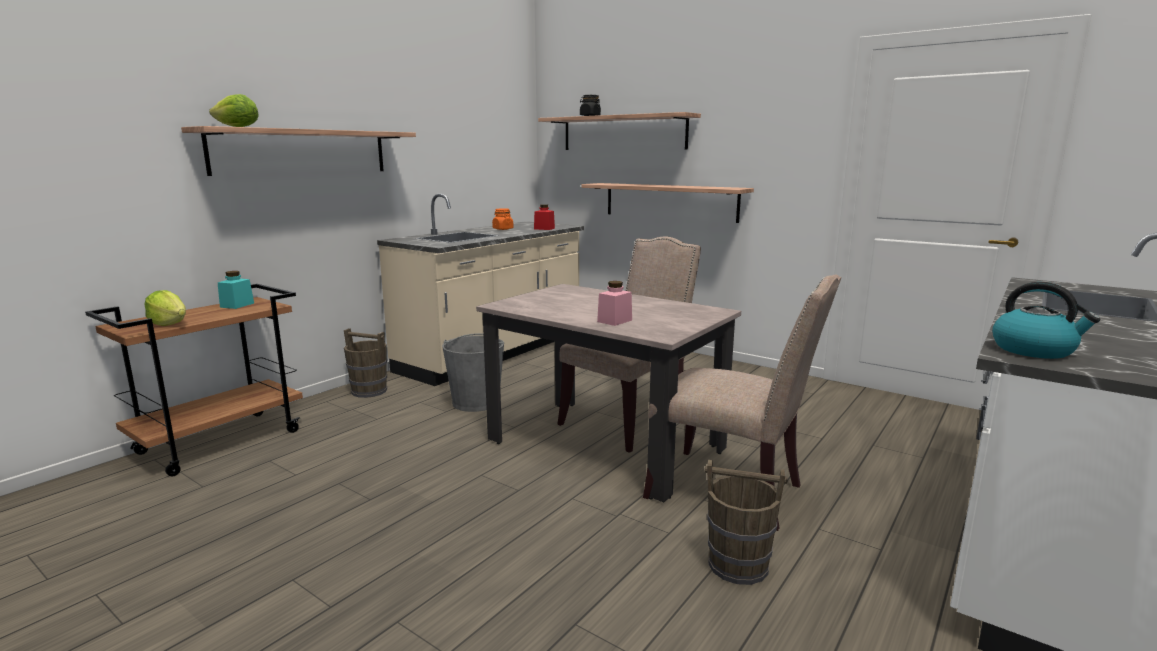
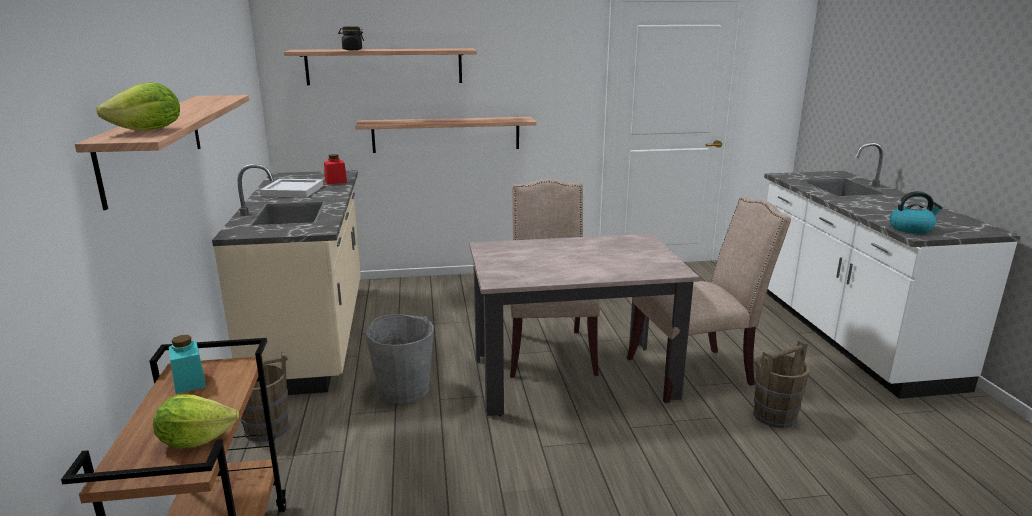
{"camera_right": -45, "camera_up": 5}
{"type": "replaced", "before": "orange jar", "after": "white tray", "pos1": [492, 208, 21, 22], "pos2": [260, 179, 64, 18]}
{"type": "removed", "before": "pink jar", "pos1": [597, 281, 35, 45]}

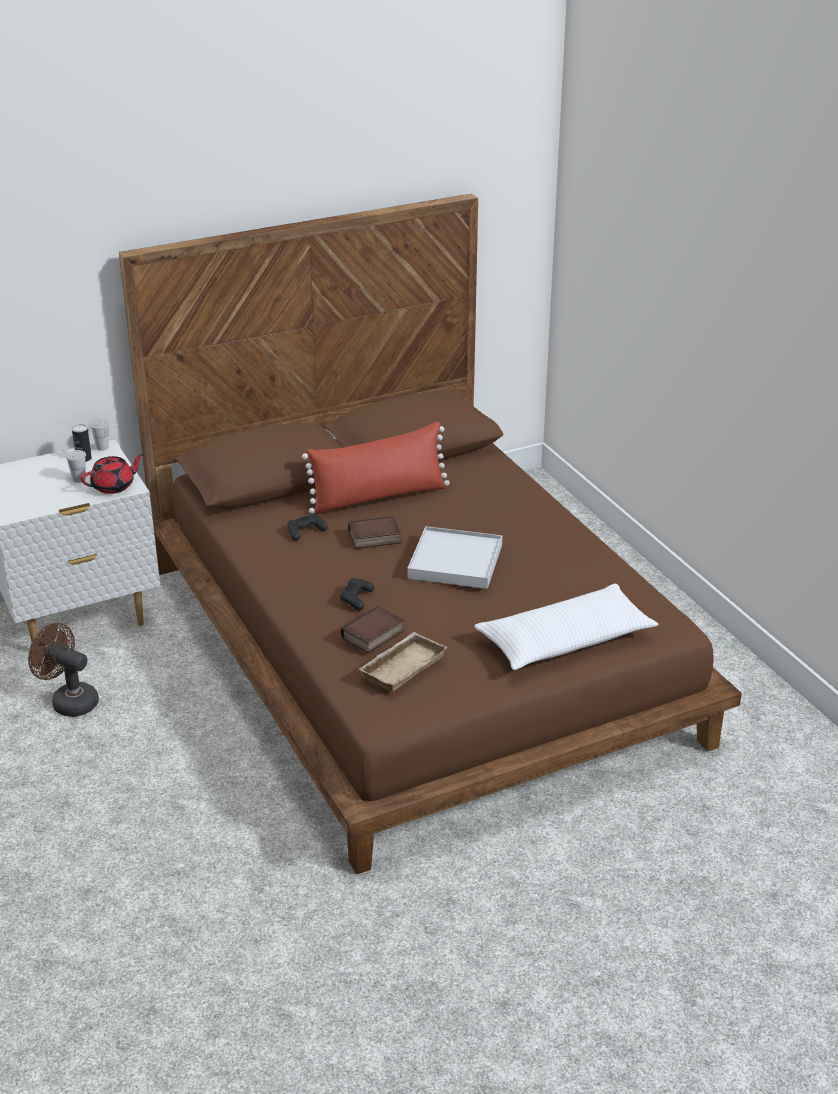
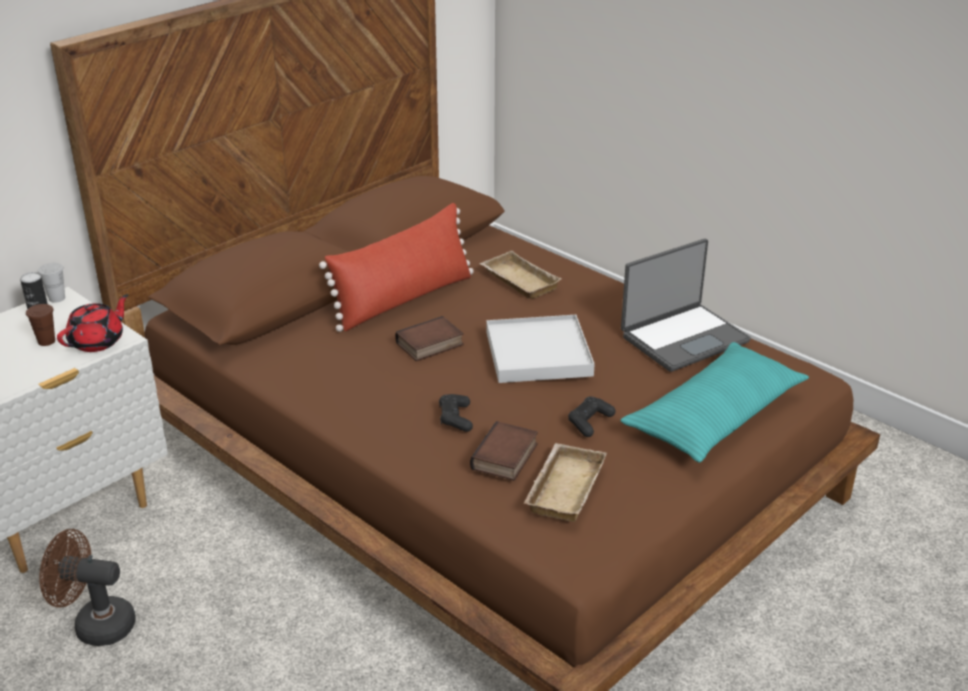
{"camera_right": -20, "camera_up": 0}
{"type": "recoloured", "before": "white cup", "after": "brown cup", "pos1": [65, 450, 21, 33], "pos2": [26, 304, 29, 42]}
{"type": "added", "after": "beige tray", "pos2": [480, 251, 82, 48]}
{"type": "moved", "before": "black game controller", "pos1": [287, 513, 41, 28], "pos2": [568, 396, 47, 41]}
{"type": "recoloured", "before": "white pillow", "after": "turquoise pillow", "pos1": [474, 584, 185, 86], "pos2": [620, 342, 189, 120]}
{"type": "added", "after": "laptop", "pos2": [621, 239, 130, 133]}

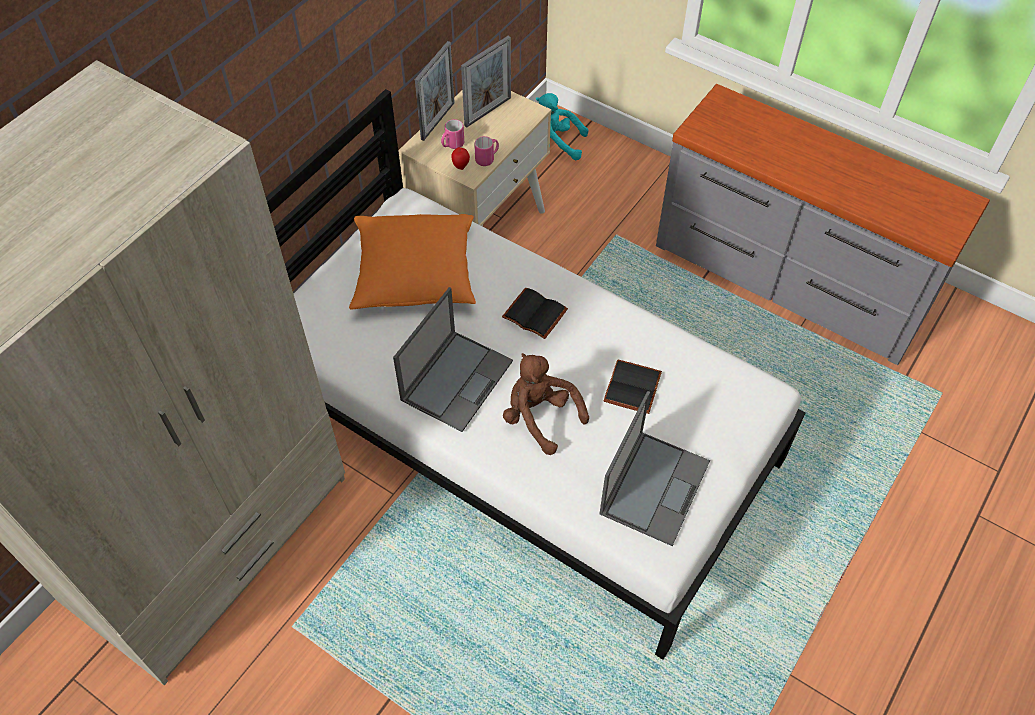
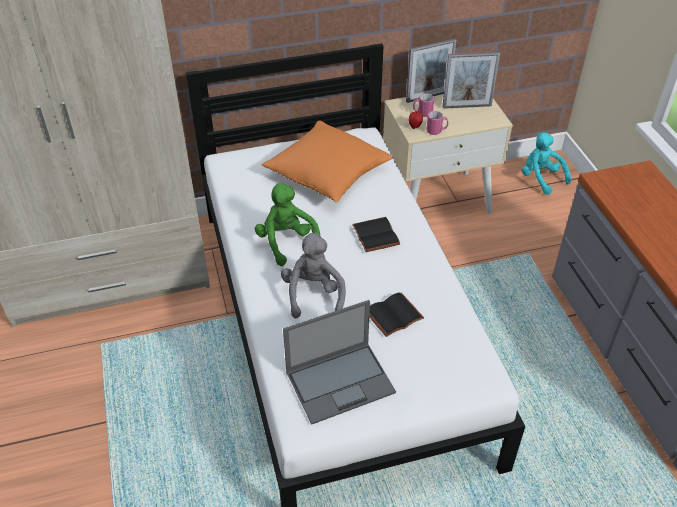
{"camera_right": 40, "camera_up": -10}
{"type": "replaced", "before": "laptop", "after": "green plush toy", "pos1": [393, 287, 120, 145], "pos2": [254, 183, 67, 83]}
{"type": "recoloured", "before": "brown plush toy", "after": "grey plush toy", "pos1": [503, 353, 86, 102], "pos2": [281, 232, 65, 87]}

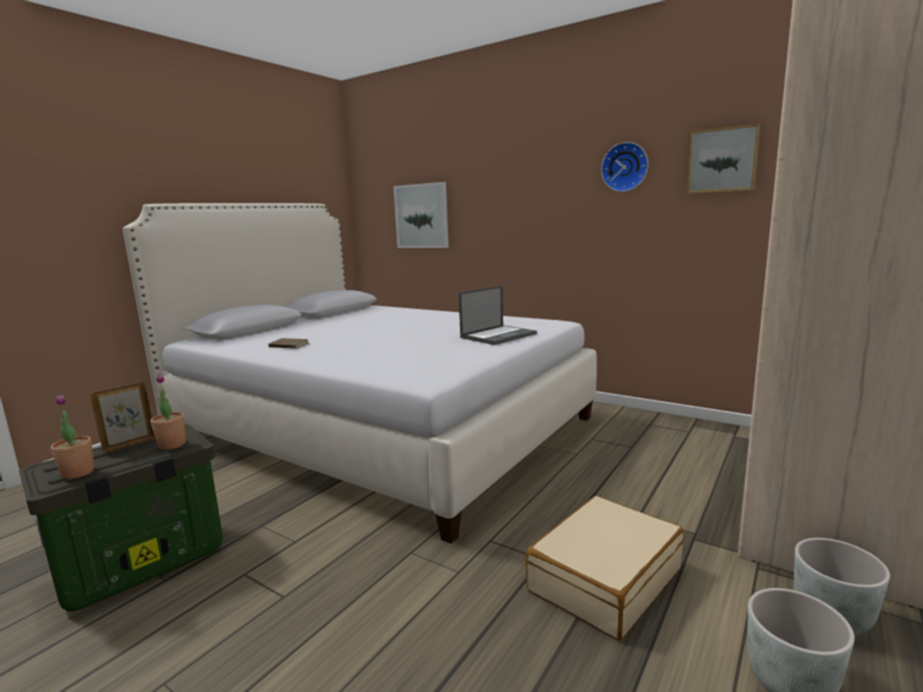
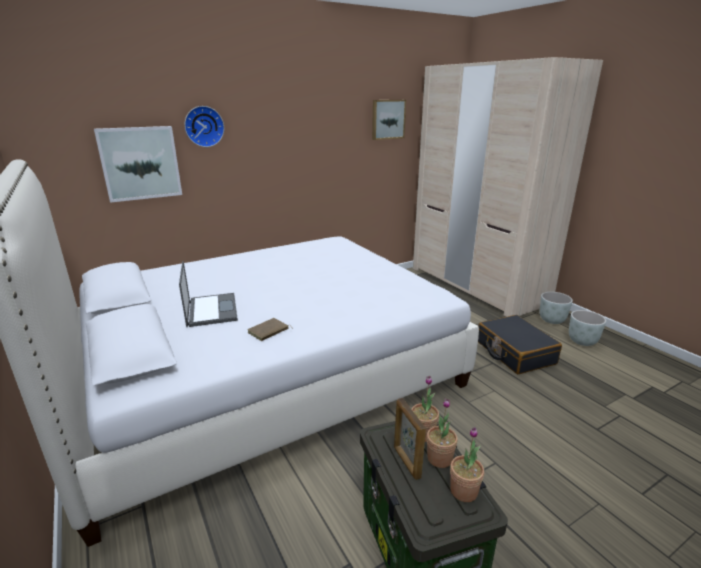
{"camera_right": -65, "camera_up": 10}
{"type": "moved", "before": "laptop", "pos1": [459, 286, 78, 59], "pos2": [179, 261, 59, 66]}
{"type": "moved", "before": "wall clock", "pos1": [601, 142, 47, 50], "pos2": [184, 106, 40, 41]}
{"type": "added", "after": "potted plant", "pos2": [427, 398, 31, 70]}
{"type": "recoloured", "before": "beige suitcase", "after": "black suitcase", "pos1": [526, 496, 158, 144], "pos2": [478, 315, 84, 59]}

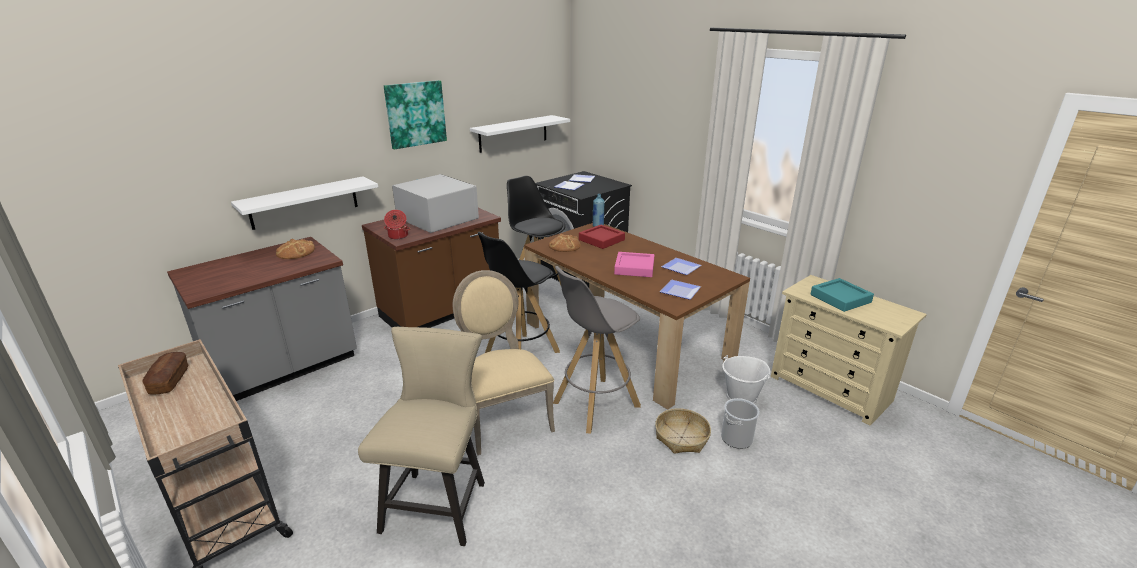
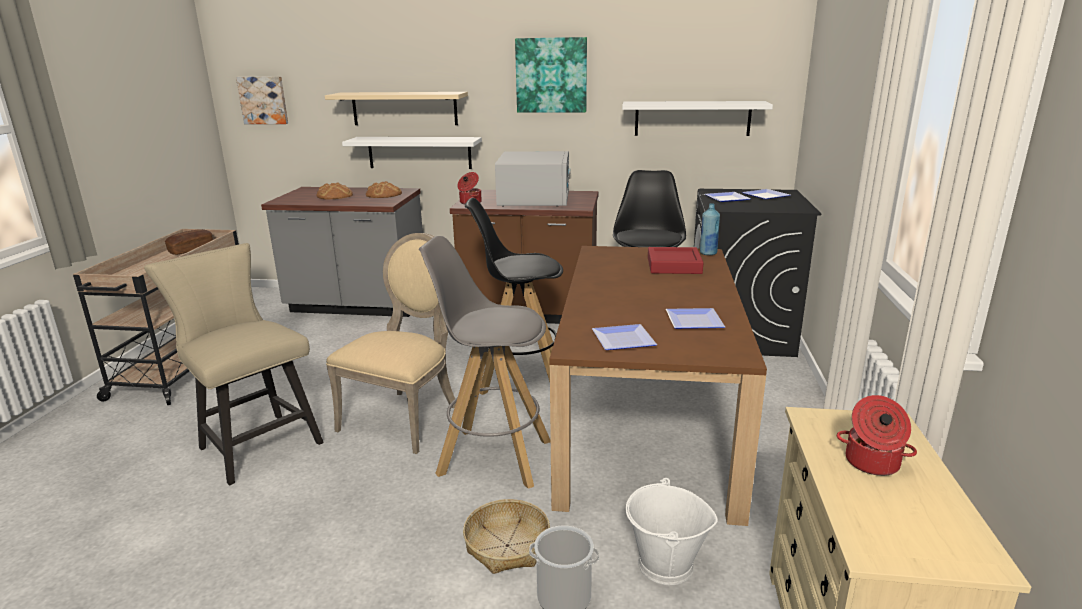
{"camera_right": 50, "camera_up": -5}
{"type": "turned", "before": "beige chair", "pos1": [358, 327, 127, 219], "pos2": [144, 243, 180, 243], "turn": -105}
{"type": "added", "after": "picture", "pos2": [236, 76, 52, 48]}
{"type": "moved", "before": "bread", "pos1": [548, 234, 33, 18], "pos2": [317, 183, 36, 16]}
{"type": "added", "after": "beige shelf", "pos2": [325, 92, 143, 33]}
{"type": "replaced", "before": "turquoise tray", "after": "cooking pot", "pos1": [810, 278, 64, 34], "pos2": [837, 395, 80, 81]}
{"type": "removed", "before": "pink tray", "pos1": [614, 252, 40, 25]}

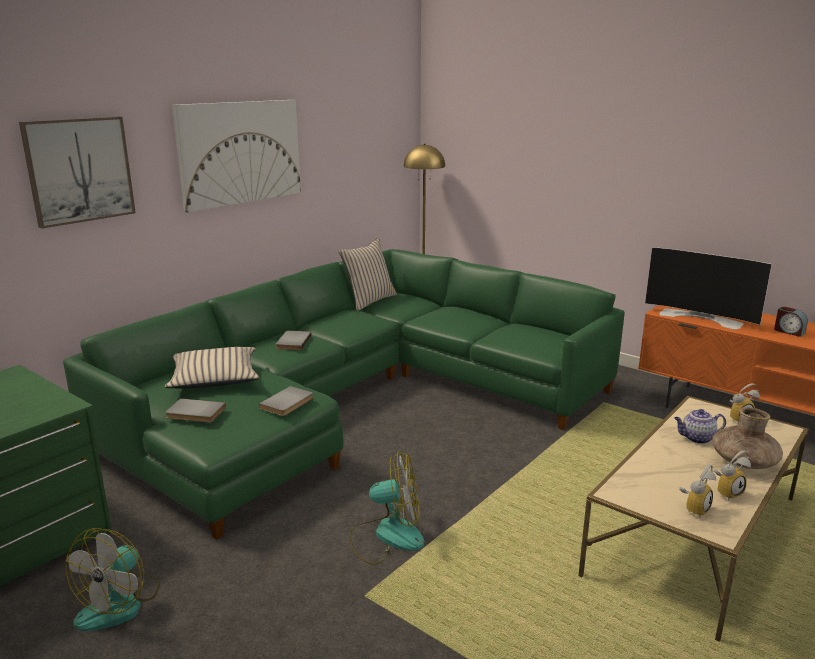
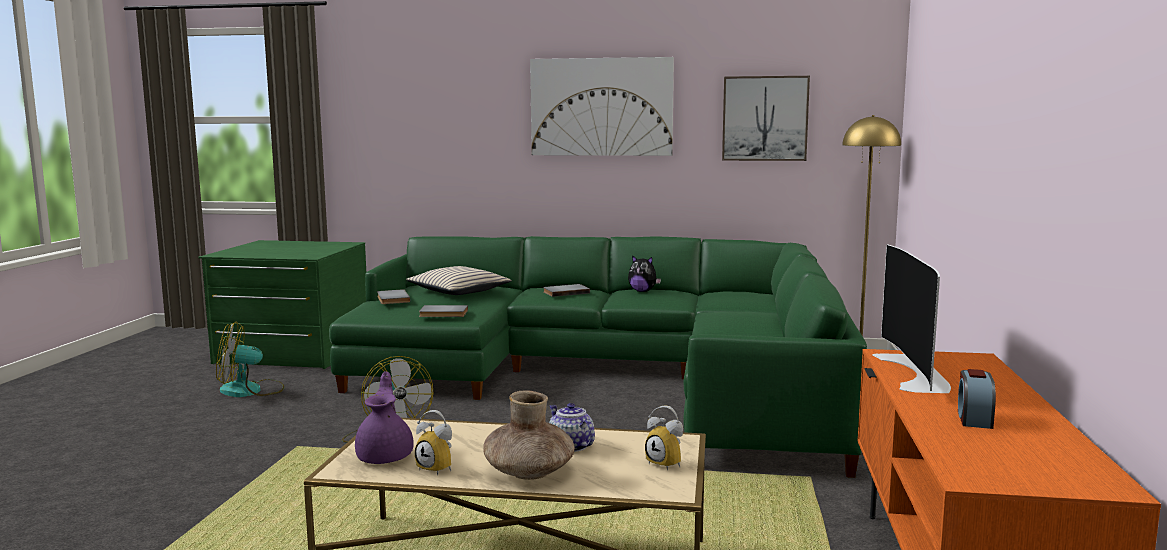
{"camera_right": 60, "camera_up": -10}
{"type": "replaced", "before": "alarm clock", "after": "purple teapot", "pos1": [679, 464, 38, 53], "pos2": [355, 371, 59, 93]}
{"type": "added", "after": "plush toy", "pos2": [628, 255, 33, 37]}
{"type": "moved", "before": "picture", "pos1": [19, 117, 117, 112], "pos2": [722, 76, 88, 85]}
{"type": "removed", "before": "beige pillow", "pos1": [338, 238, 59, 73]}

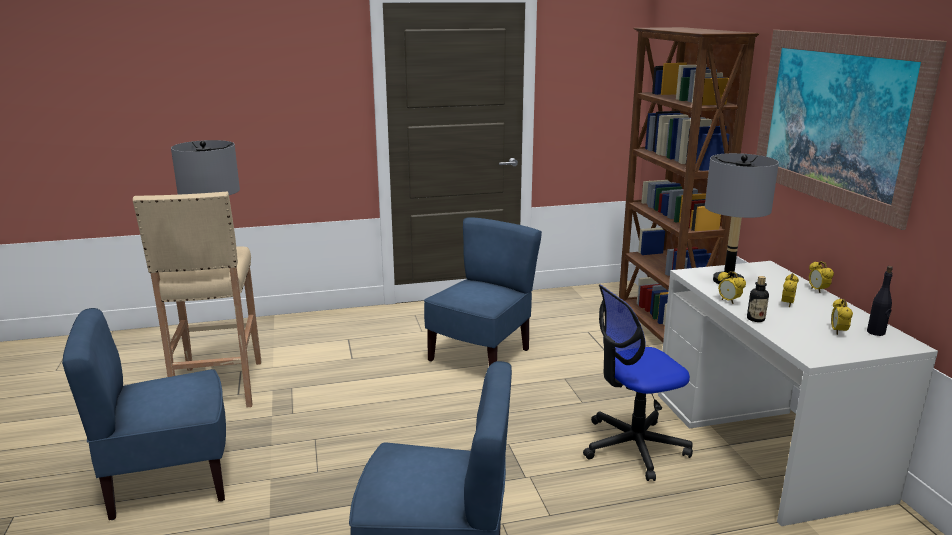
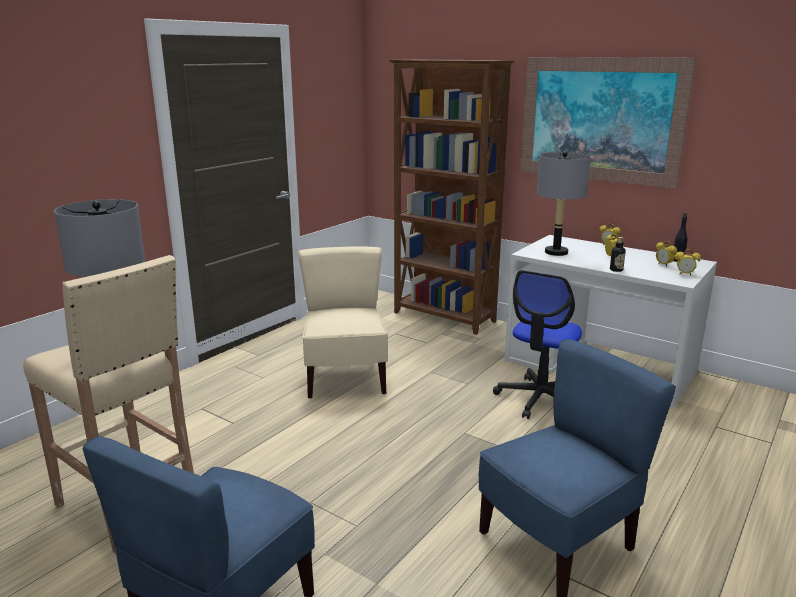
{"camera_right": -40, "camera_up": 0}
{"type": "recoloured", "before": "blue chair", "after": "beige chair", "pos1": [424, 217, 118, 149], "pos2": [298, 246, 90, 152]}
{"type": "moved", "before": "alarm clock", "pos1": [718, 271, 28, 33], "pos2": [675, 250, 26, 25]}

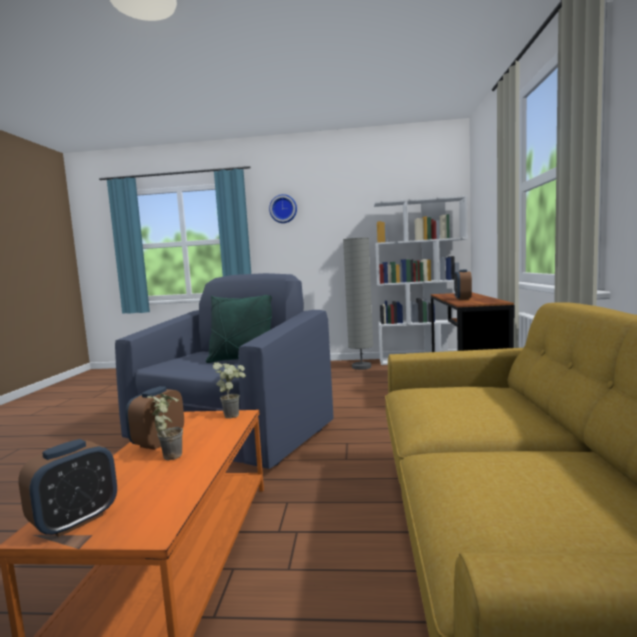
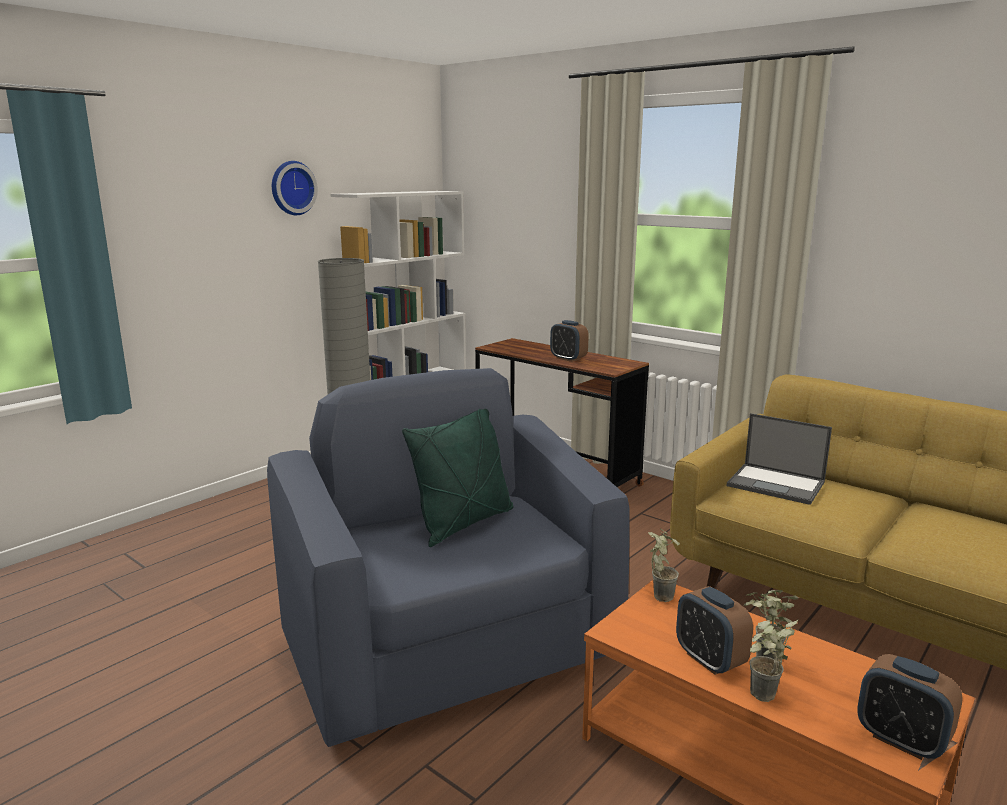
{"camera_right": -55, "camera_up": 10}
{"type": "moved", "before": "wall clock", "pos1": [269, 194, 28, 29], "pos2": [272, 161, 46, 54]}
{"type": "added", "after": "laptop", "pos2": [726, 413, 106, 92]}
{"type": "added", "after": "potted plant", "pos2": [750, 619, 48, 83]}
{"type": "turned", "before": "alarm clock", "pos1": [18, 439, 99, 98], "pos2": [857, 654, 106, 106], "turn": 150}

